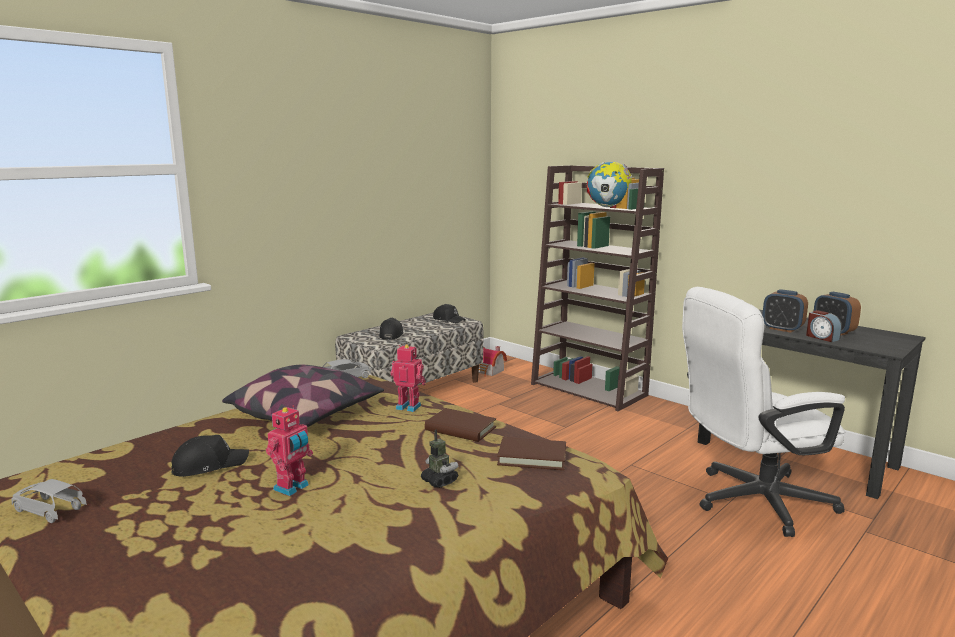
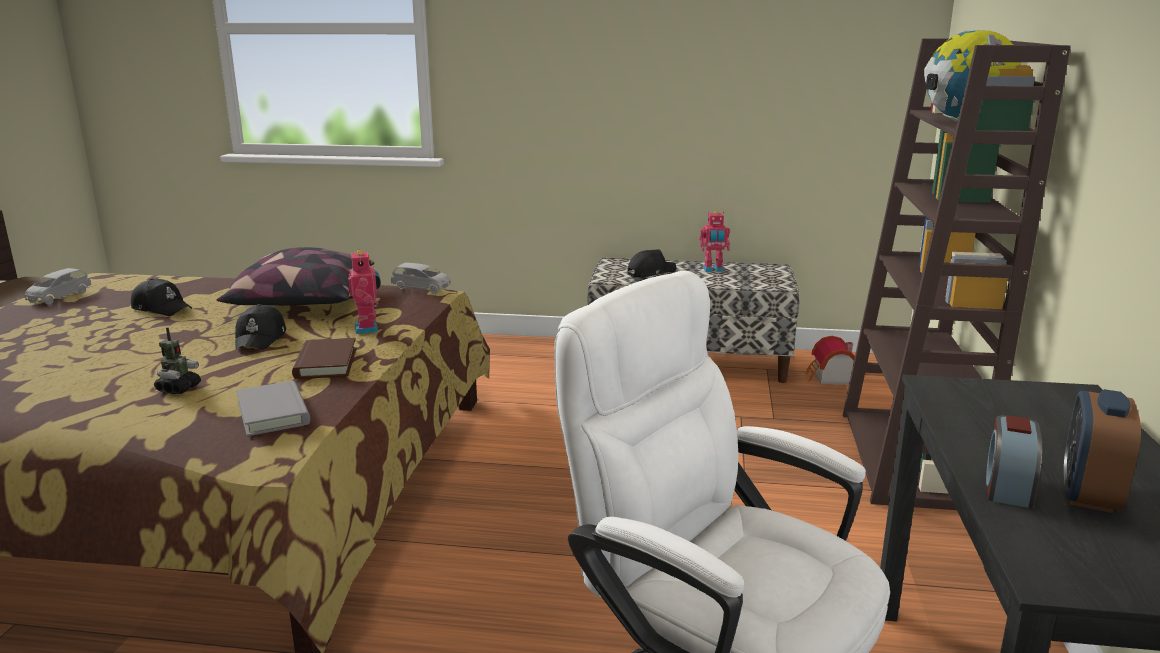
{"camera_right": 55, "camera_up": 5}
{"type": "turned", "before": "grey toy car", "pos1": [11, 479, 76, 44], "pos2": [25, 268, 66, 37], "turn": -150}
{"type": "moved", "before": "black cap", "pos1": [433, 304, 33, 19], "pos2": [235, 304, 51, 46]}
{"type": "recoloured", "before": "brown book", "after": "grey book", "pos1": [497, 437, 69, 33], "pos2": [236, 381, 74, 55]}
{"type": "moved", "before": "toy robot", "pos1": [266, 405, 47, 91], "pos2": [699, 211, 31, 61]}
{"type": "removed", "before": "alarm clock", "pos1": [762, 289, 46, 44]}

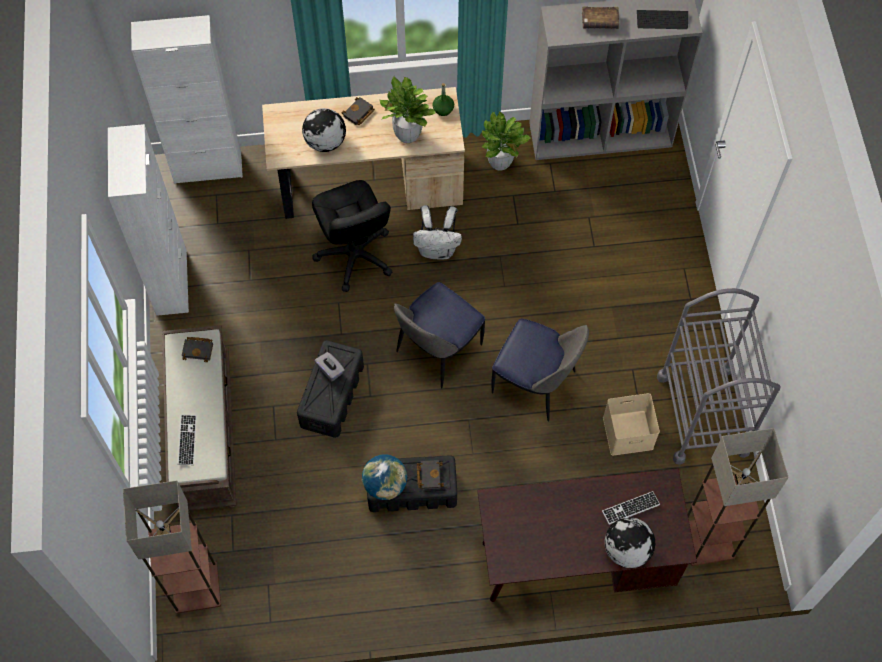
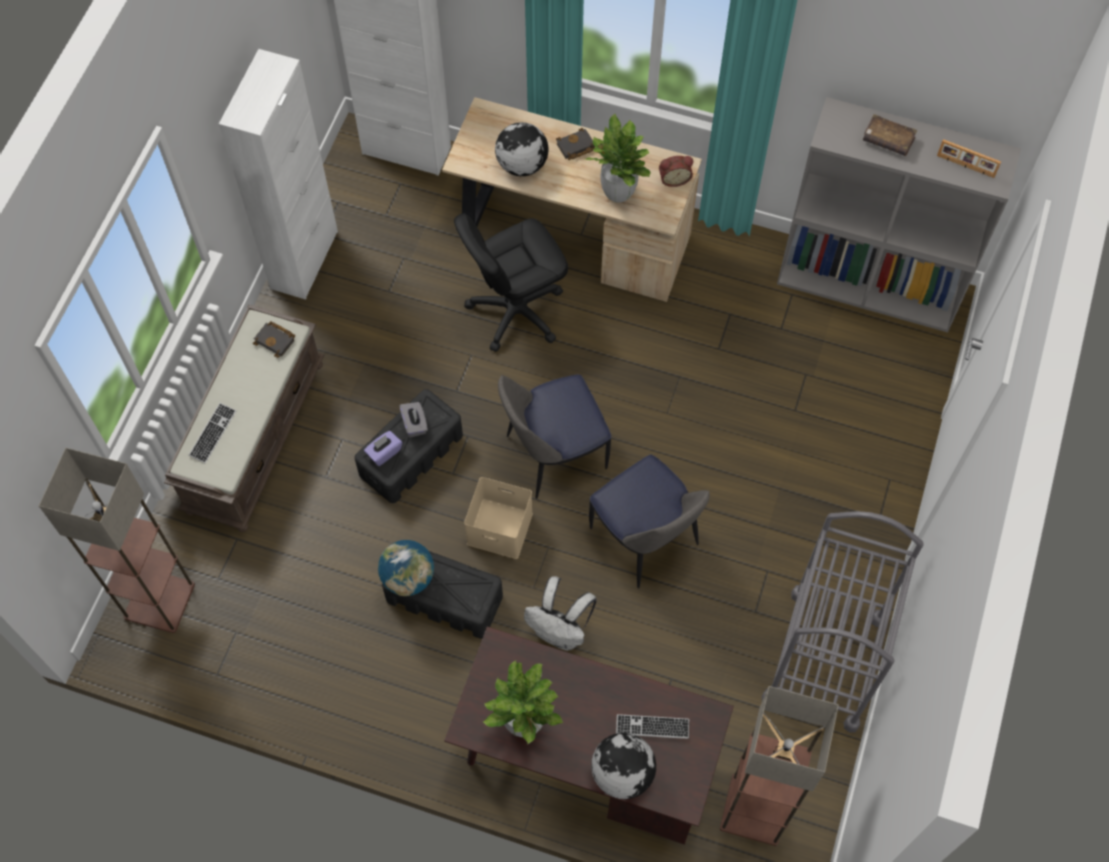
{"camera_right": 25, "camera_up": 0}
{"type": "added", "after": "purple tissue box", "pos2": [364, 431, 38, 35]}
{"type": "turned", "before": "black office chair", "pos1": [312, 180, 80, 112], "pos2": [454, 213, 114, 139], "turn": 60}
{"type": "moved", "before": "beige storage box", "pos1": [603, 393, 57, 63], "pos2": [464, 477, 69, 82]}
{"type": "moved", "before": "potted plant", "pos1": [481, 112, 50, 59], "pos2": [482, 661, 81, 83]}
{"type": "moved", "before": "white backpack", "pos1": [413, 205, 49, 55], "pos2": [524, 576, 73, 75]}
{"type": "replaced", "before": "green bottle", "after": "alarm clock", "pos1": [432, 83, 22, 33], "pos2": [659, 156, 34, 31]}
{"type": "replaced", "before": "keyboard", "after": "picture frame", "pos1": [637, 10, 51, 19], "pos2": [937, 139, 64, 39]}
{"type": "removed", "before": "black book", "pos1": [417, 460, 27, 30]}

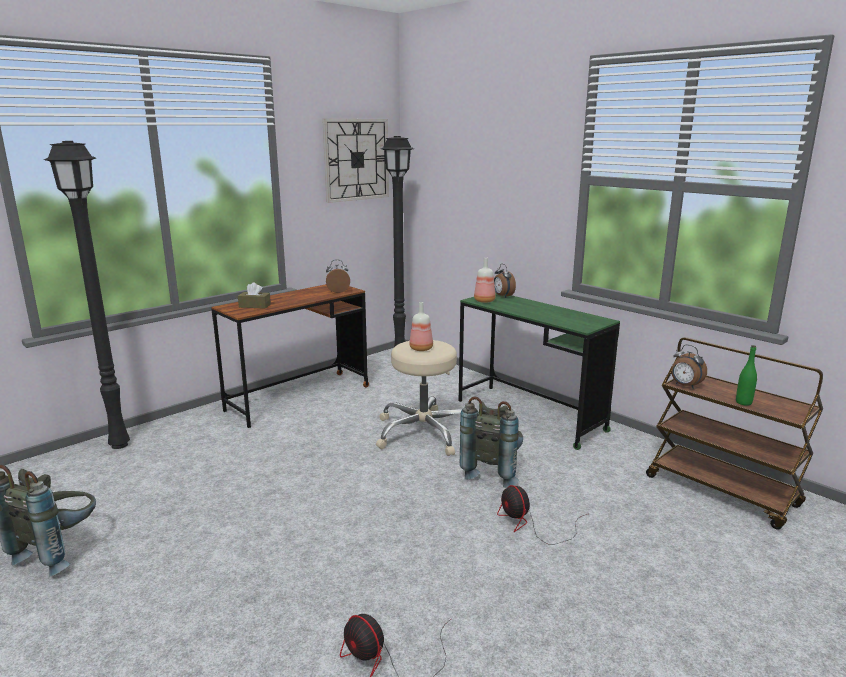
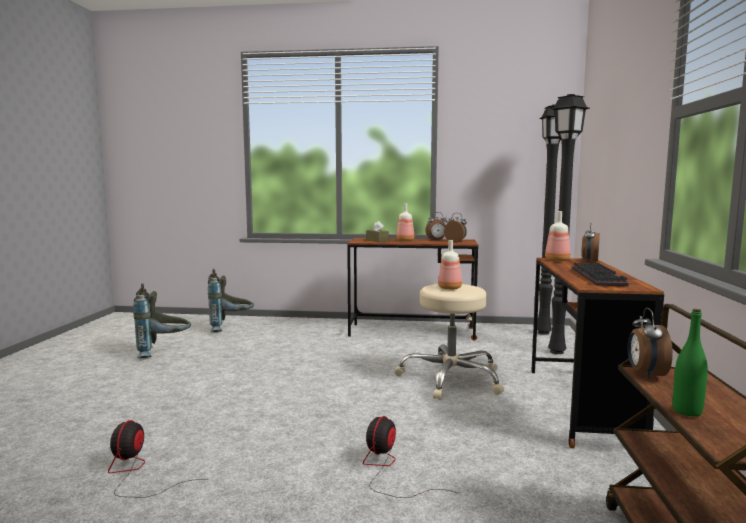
{"camera_right": 50, "camera_up": -10}
{"type": "moved", "before": "grey backpack", "pos1": [460, 396, 63, 92], "pos2": [208, 269, 46, 63]}
{"type": "added", "after": "bottle", "pos2": [396, 204, 18, 37]}
{"type": "added", "after": "alarm clock", "pos2": [425, 212, 22, 29]}
{"type": "recoloured", "before": "green desk", "after": "brown desk", "pos1": [459, 292, 161, 158], "pos2": [531, 258, 133, 190]}
{"type": "moved", "before": "black floor lamp", "pos1": [44, 141, 86, 308], "pos2": [548, 94, 42, 260]}
{"type": "added", "after": "keyboard", "pos2": [572, 262, 57, 24]}
{"type": "removed", "before": "wall clock", "pos1": [322, 119, 67, 84]}

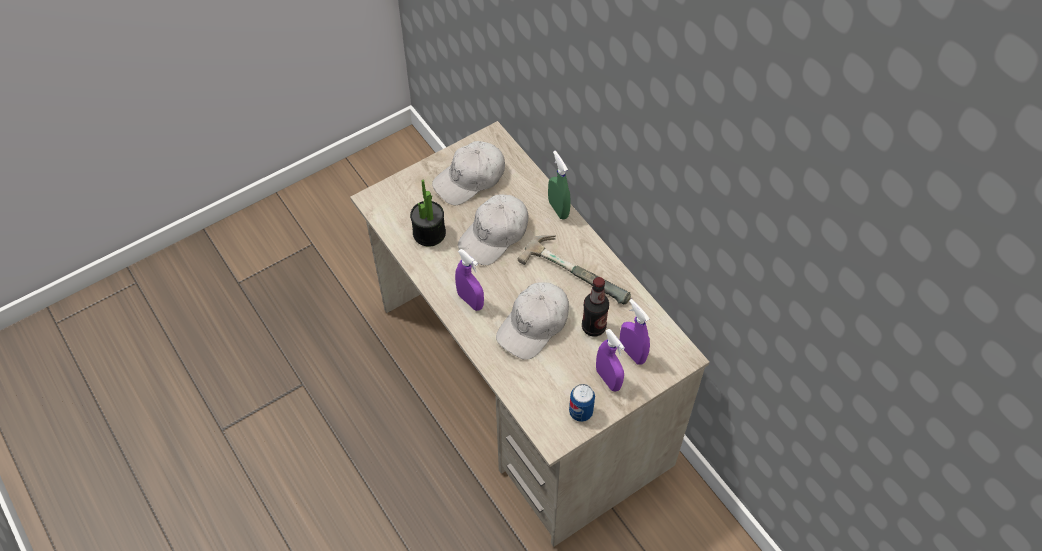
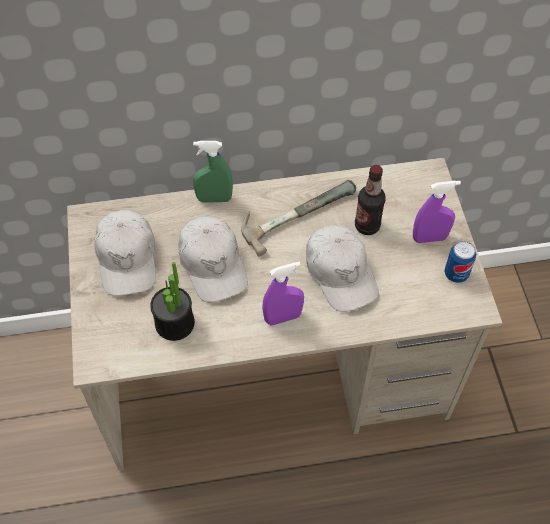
{"camera_right": -65, "camera_up": 0}
{"type": "removed", "before": "purple spray bottle", "pos1": [620, 299, 30, 66]}

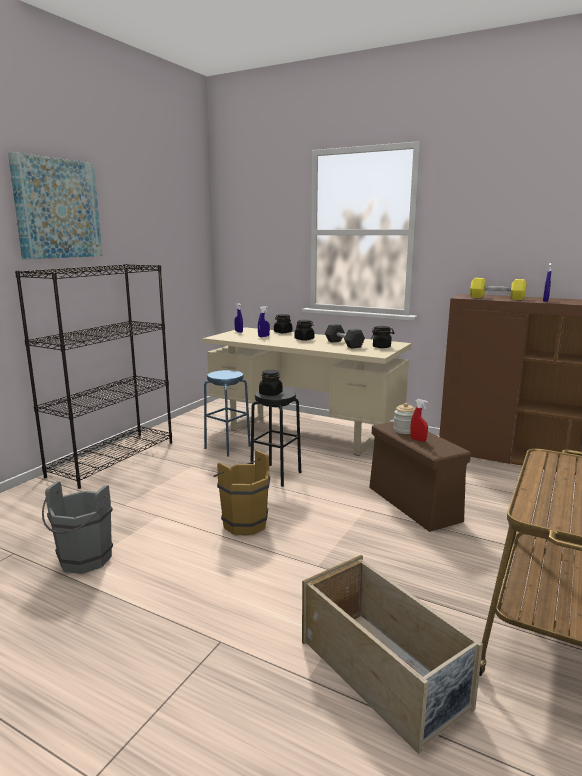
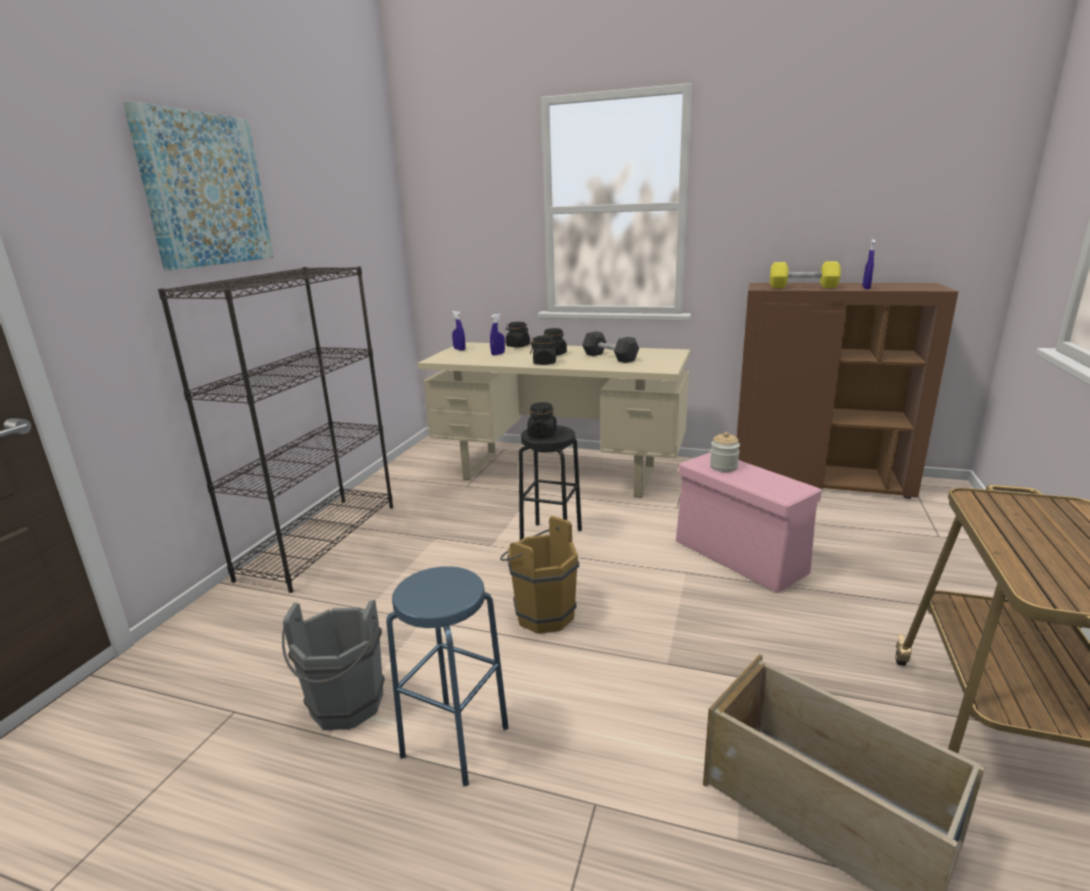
{"camera_right": -10, "camera_up": 5}
{"type": "moved", "before": "blue stool", "pos1": [204, 370, 47, 86], "pos2": [386, 566, 123, 220]}
{"type": "moved", "before": "black jar", "pos1": [371, 326, 23, 22], "pos2": [530, 335, 29, 30]}
{"type": "recoloured", "before": "brown storage box", "after": "pink storage box", "pos1": [369, 422, 102, 110], "pos2": [676, 452, 146, 141]}
{"type": "removed", "before": "red spray bottle", "pos1": [410, 399, 18, 43]}

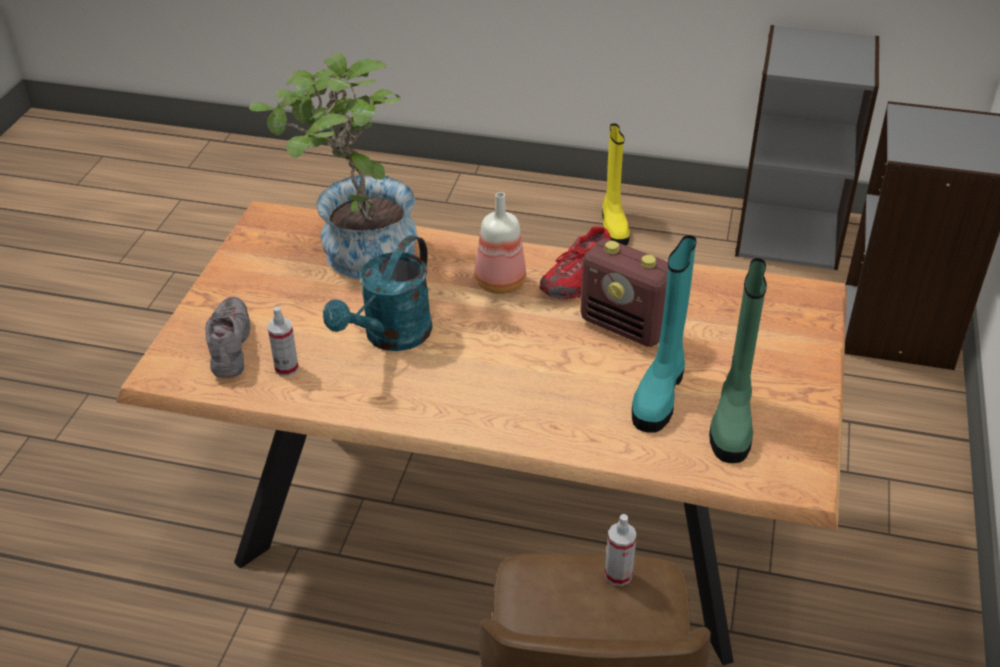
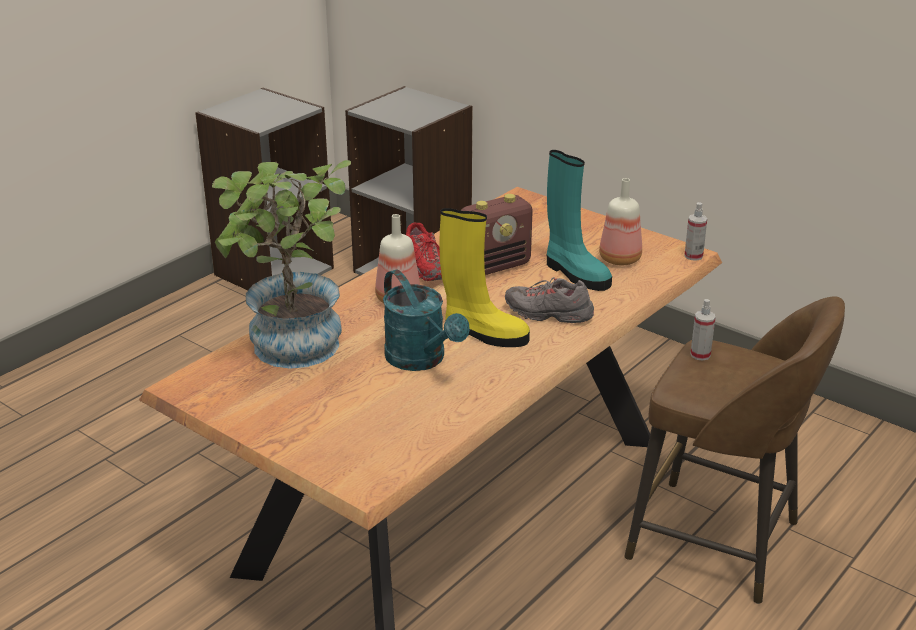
{"camera_right": -65, "camera_up": -10}
{"type": "moved", "before": "yellow boot", "pos1": [602, 123, 28, 122], "pos2": [439, 208, 91, 139]}
{"type": "moved", "before": "grey shoe", "pos1": [205, 297, 45, 81], "pos2": [505, 277, 89, 46]}
{"type": "replaced", "before": "green boot", "after": "bottle", "pos1": [709, 258, 58, 205], "pos2": [599, 178, 43, 87]}
{"type": "moved", "before": "spray bottle", "pos1": [267, 306, 32, 70], "pos2": [684, 202, 23, 59]}

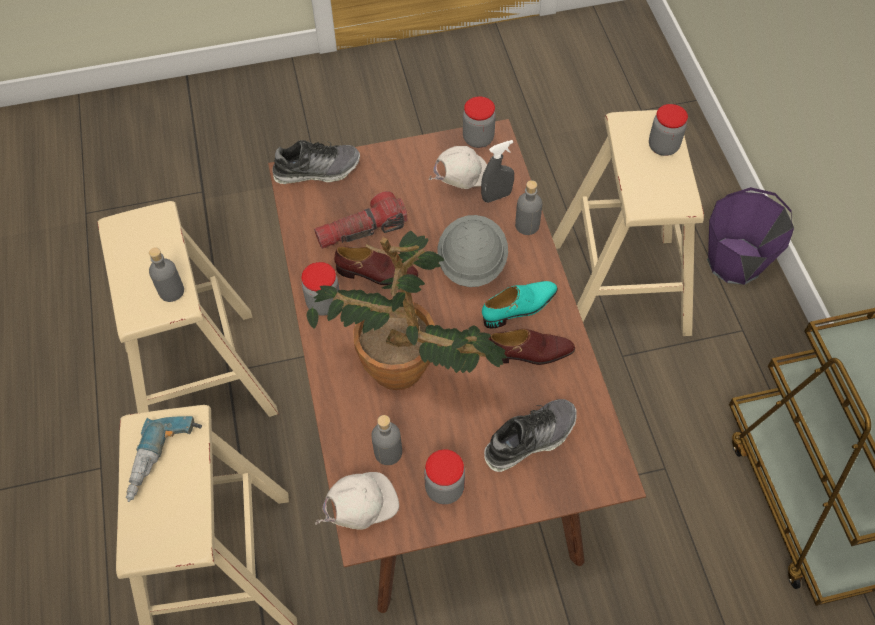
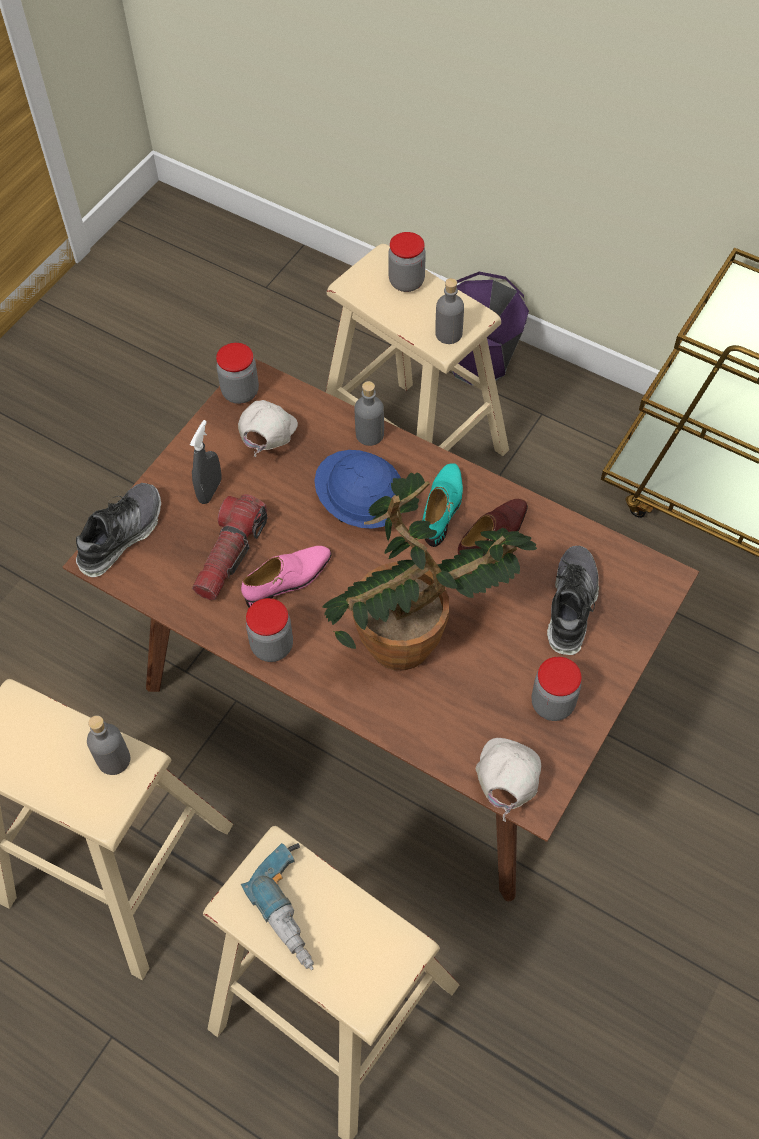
{"camera_right": -45, "camera_up": 0}
{"type": "moved", "before": "grey spray bottle", "pos1": [481, 140, 33, 63], "pos2": [190, 420, 31, 84]}
{"type": "recoloured", "before": "brown shoe", "after": "pink shoe", "pos1": [334, 247, 84, 39], "pos2": [241, 546, 91, 61]}
{"type": "recoloured", "before": "grey hard hat", "after": "blue hard hat", "pos1": [437, 215, 71, 72], "pos2": [314, 450, 88, 79]}
{"type": "moved", "before": "grey bottle", "pos1": [371, 415, 31, 50], "pos2": [435, 278, 29, 66]}

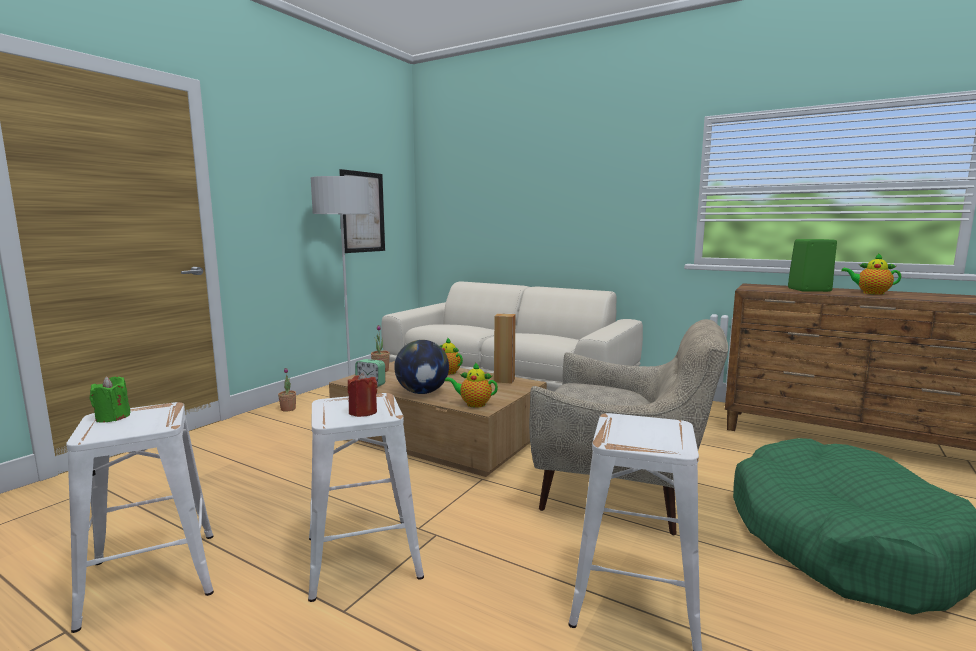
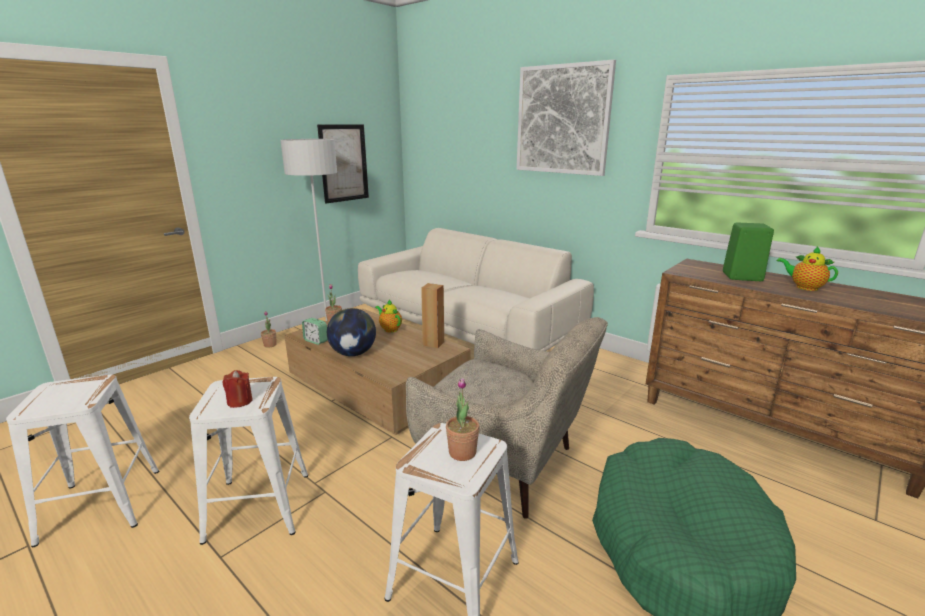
{"camera_right": 10, "camera_up": 10}
{"type": "added", "after": "potted plant", "pos2": [446, 378, 33, 83]}
{"type": "added", "after": "picture", "pos2": [517, 60, 99, 116]}
{"type": "removed", "before": "green candle", "pos1": [90, 376, 41, 47]}
{"type": "removed", "before": "teapot", "pos1": [445, 362, 53, 46]}

